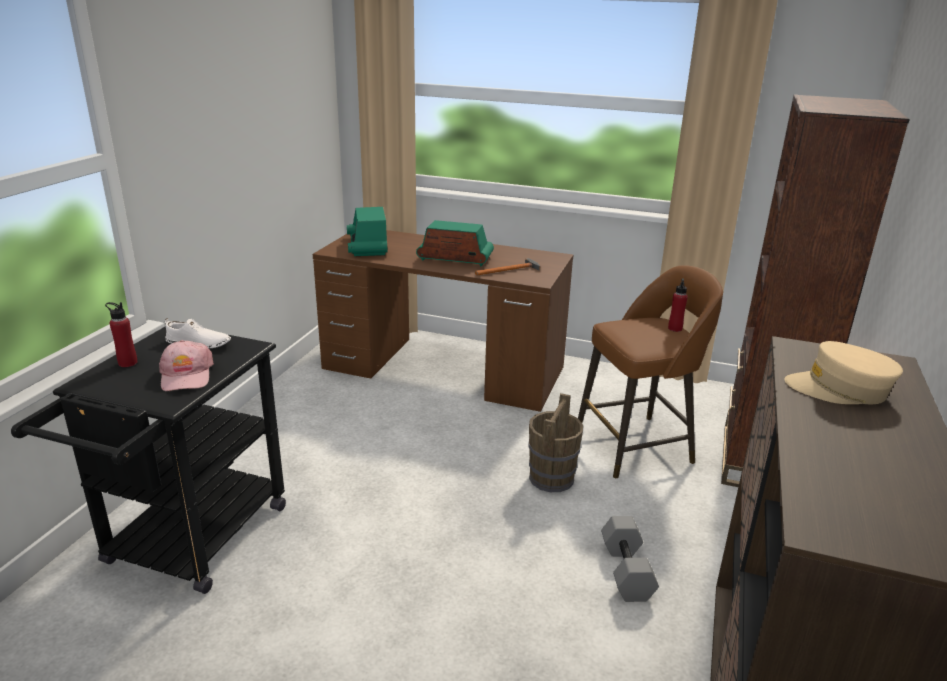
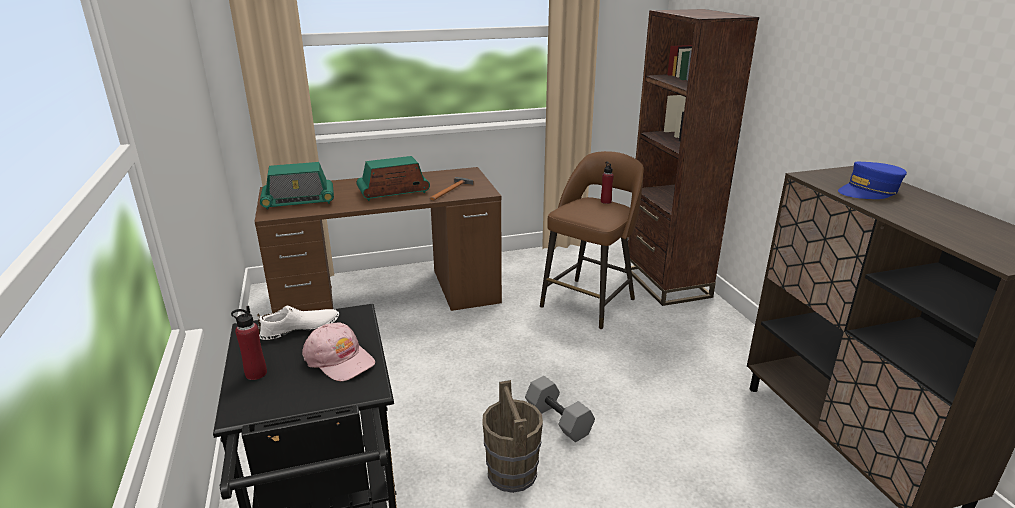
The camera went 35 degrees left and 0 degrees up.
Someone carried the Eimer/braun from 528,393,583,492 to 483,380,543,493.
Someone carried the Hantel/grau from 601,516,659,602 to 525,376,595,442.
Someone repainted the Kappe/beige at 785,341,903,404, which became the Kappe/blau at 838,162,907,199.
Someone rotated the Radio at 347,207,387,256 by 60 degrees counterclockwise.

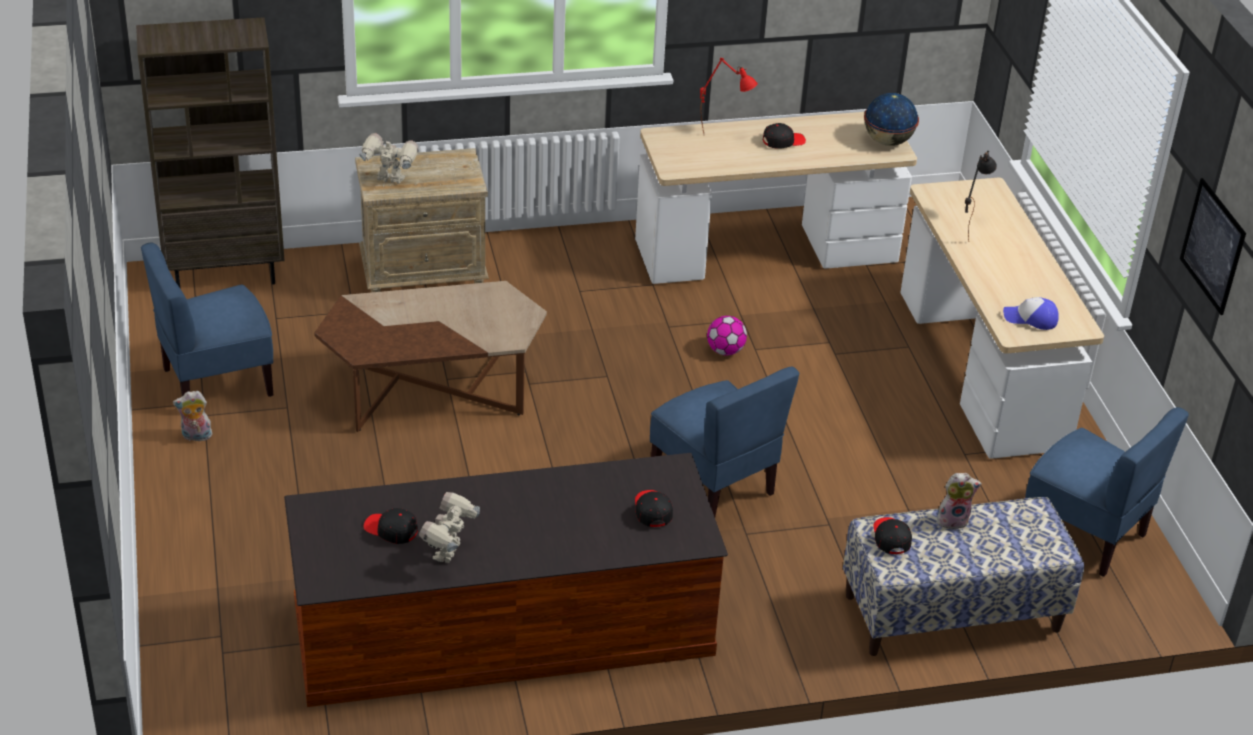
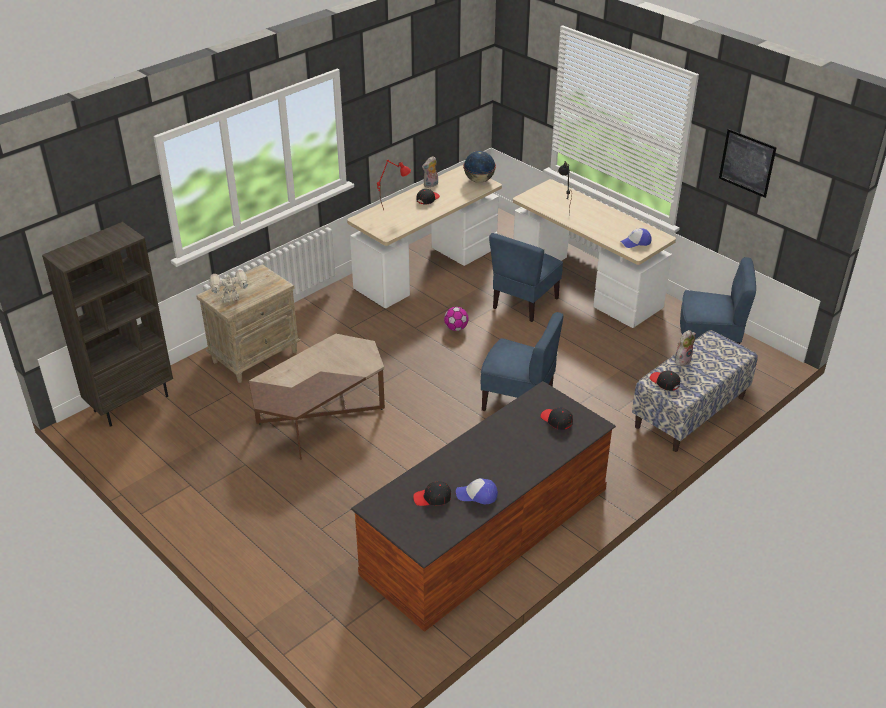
The camera went 30 degrees left and 0 degrees up.
Someone carried the Stuhl/blau from 141,243,273,397 to 489,233,563,322.
Someone carried the Plüschtier from 173,391,212,441 to 422,156,438,188.
Someone swapped the Spielzeugroboter at 419,492,480,563 for the Kappe at 456,478,498,504.

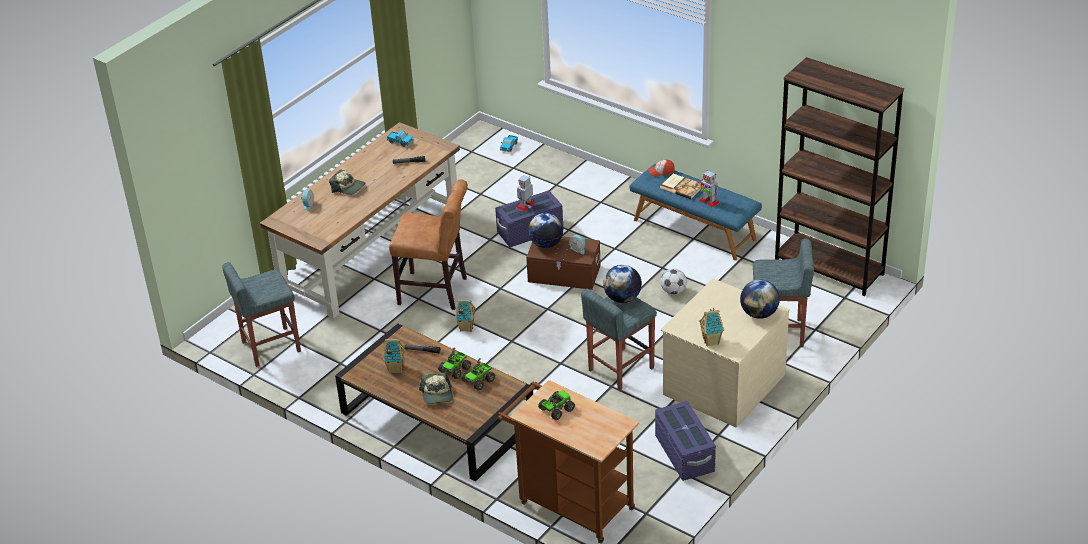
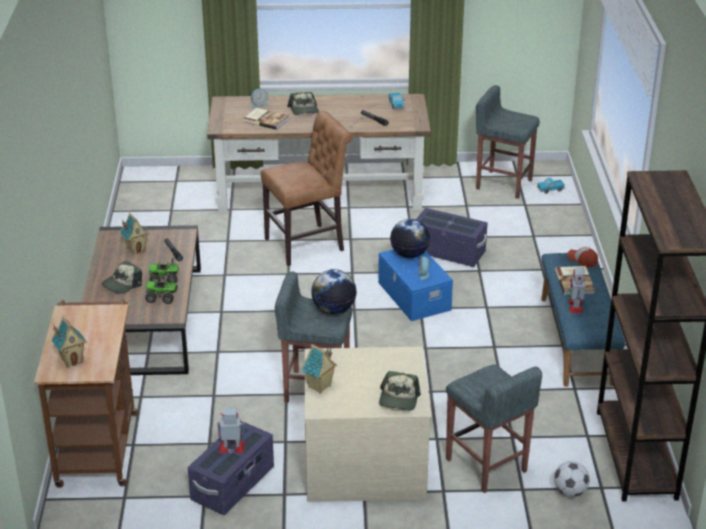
The camera went 50 degrees right and 5 degrees down.
Someone took away the Spielzeuglaster at 538,390,575,420.
Someone put down the Buch at 243,108,289,130.
Someone carried the Hocker/grau from 222,262,301,367 to 476,85,540,199.
Someone carried the Spielzeughaus from 455,300,476,332 to 52,316,87,368.
Someone carried the Spielzeugroboter from 517,175,535,211 to 217,408,245,453.
Someone carried the Fußball from 661,268,687,295 to 554,461,590,497.
Someone swapped the Globus at 740,280,780,319 for the Kappe at 379,371,421,411.
Someone repainted the Aufbewahrungsbox/braun at 526,236,601,290, which became the Aufbewahrungsbox/blau at 378,249,453,321.
Someone rotated the Stuhl/braun at 389,179,468,310 by 90 degrees counterclockwise.

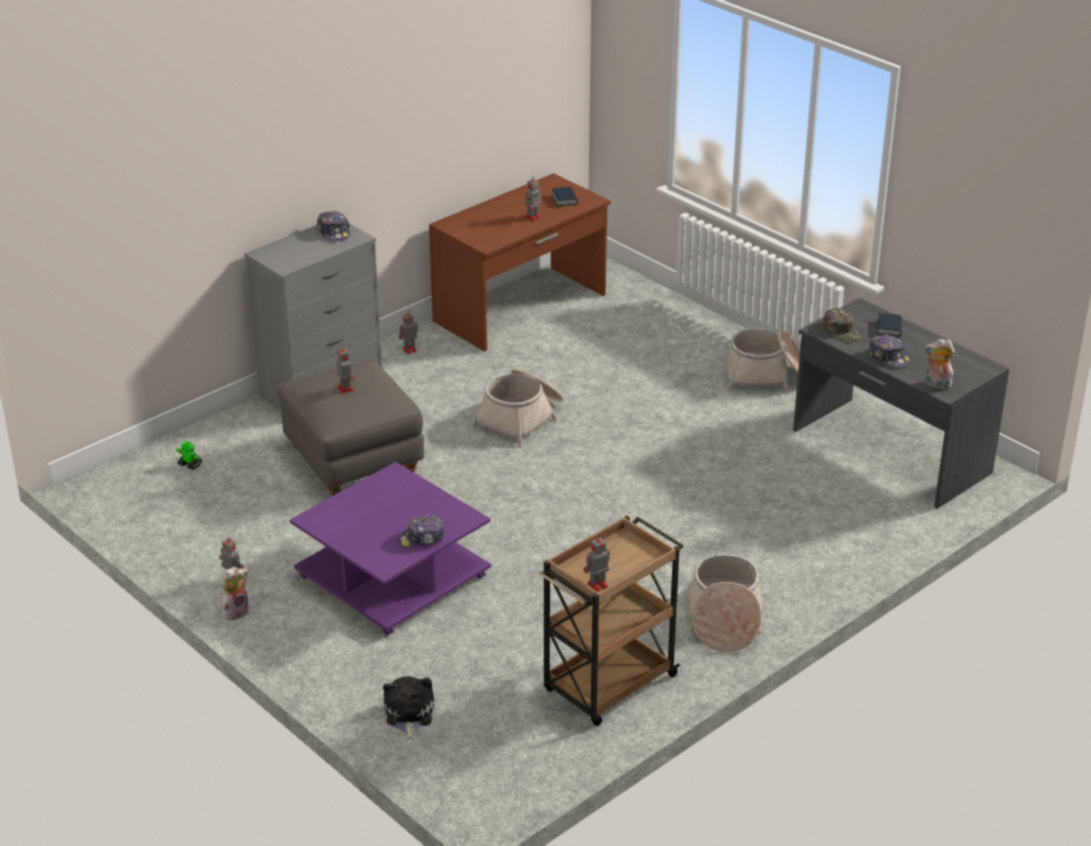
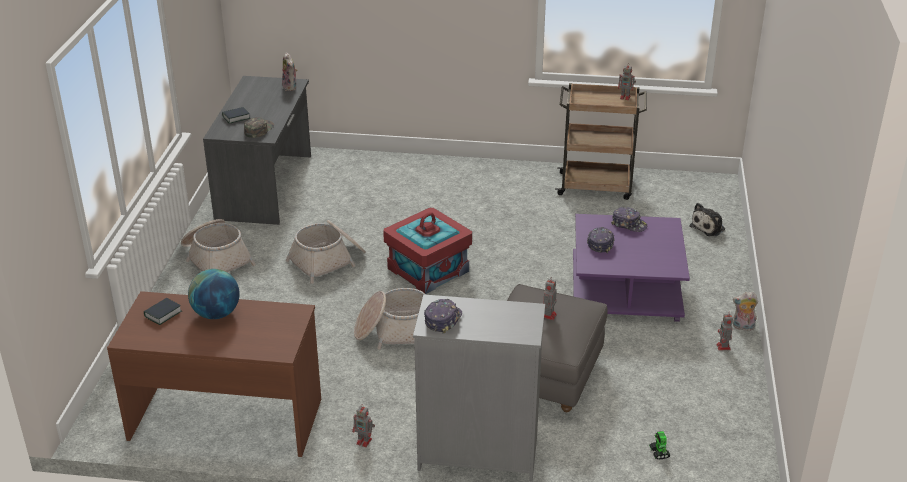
The camera went 130 degrees left and 0 degrees up.
Someone put down the Aufbewahrungsbox/rot at 383,208,472,294.
Someone carried the Korb from 688,554,762,652 to 286,220,366,284.
Someone carried the Kappe from 867,335,910,368 to 587,227,615,253.
Someone swapped the Spielzeugroboter at 525,176,543,221 for the Globus at 188,269,240,319.

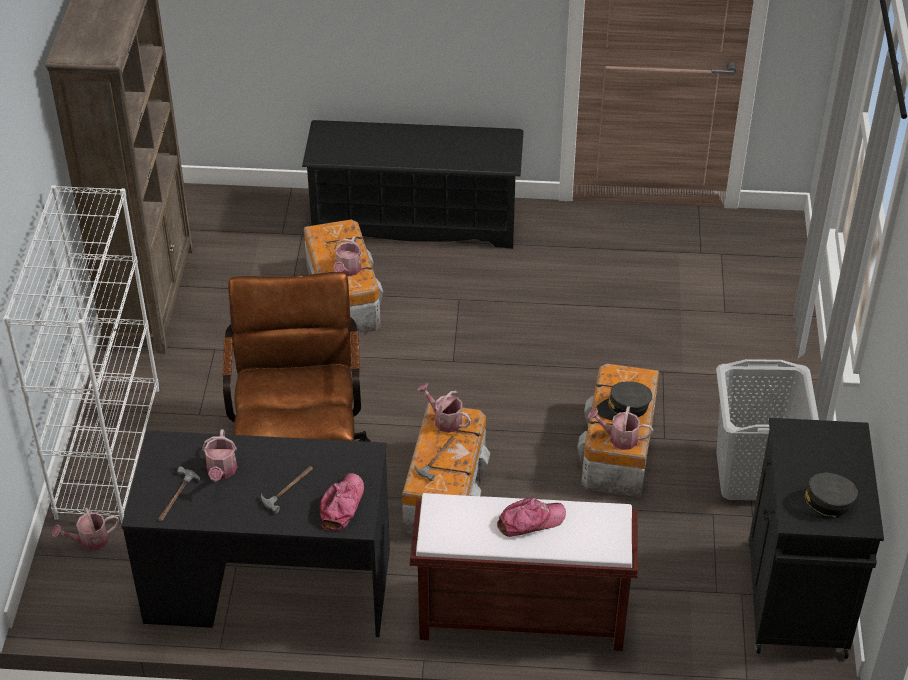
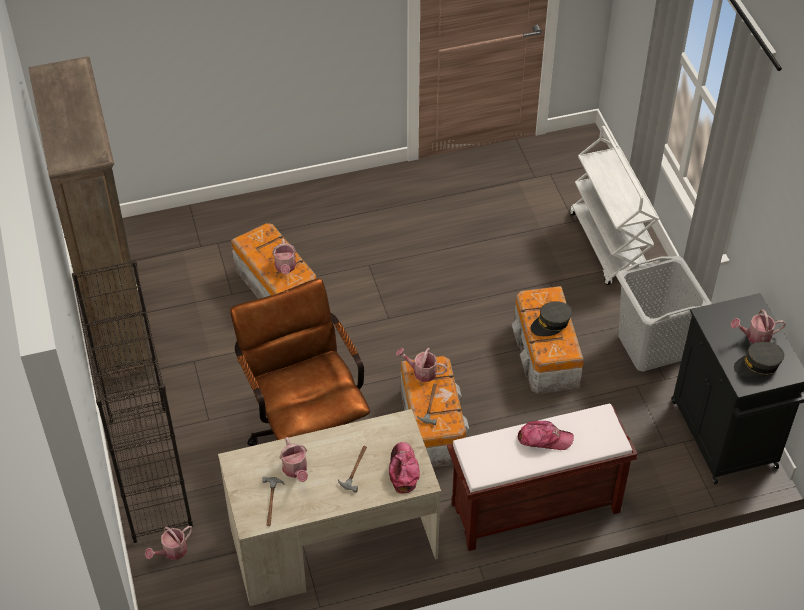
The camera went 20 degrees left and 5 degrees up.
Someone took away the Schuhregal/schwarz at 302,120,524,249.
Someone put down the Rollwagen/weiß at 570,126,659,285.
Someone carried the Gießkanne from 588,406,653,450 to 731,309,786,344.
Someone repainted the Bücherregal/weiß at 3,185,159,523, which became the Bücherregal/schwarz at 72,260,193,543.
Someone repainted the Schreibtisch/schwarz at 121,430,390,637, which became the Schreibtisch/beige at 218,409,441,606.
Someone rotated the Kappe at 497,498,566,537 by 45 degrees clockwise.

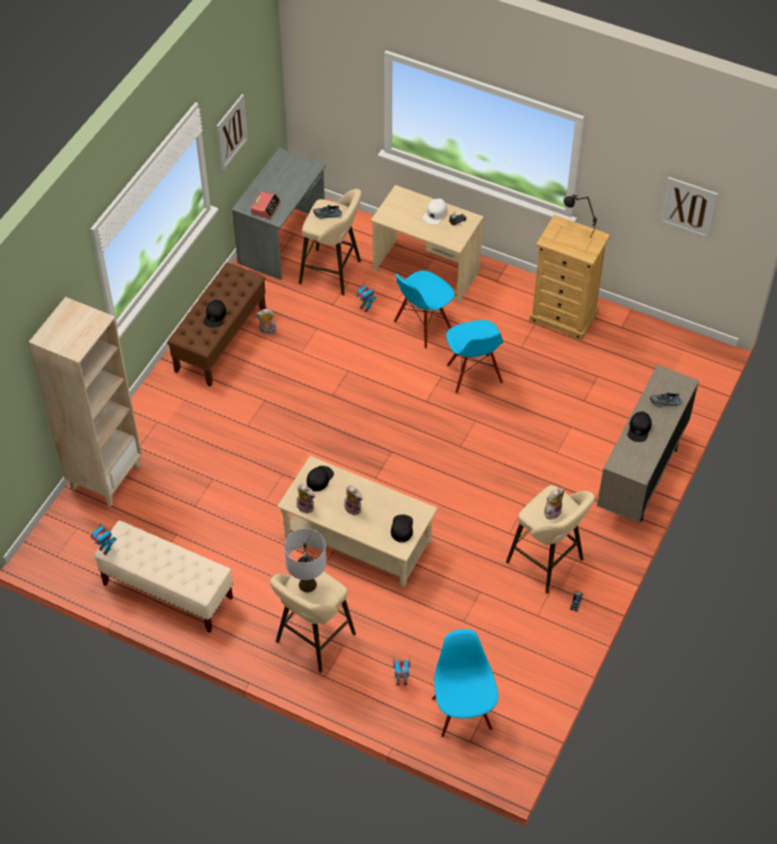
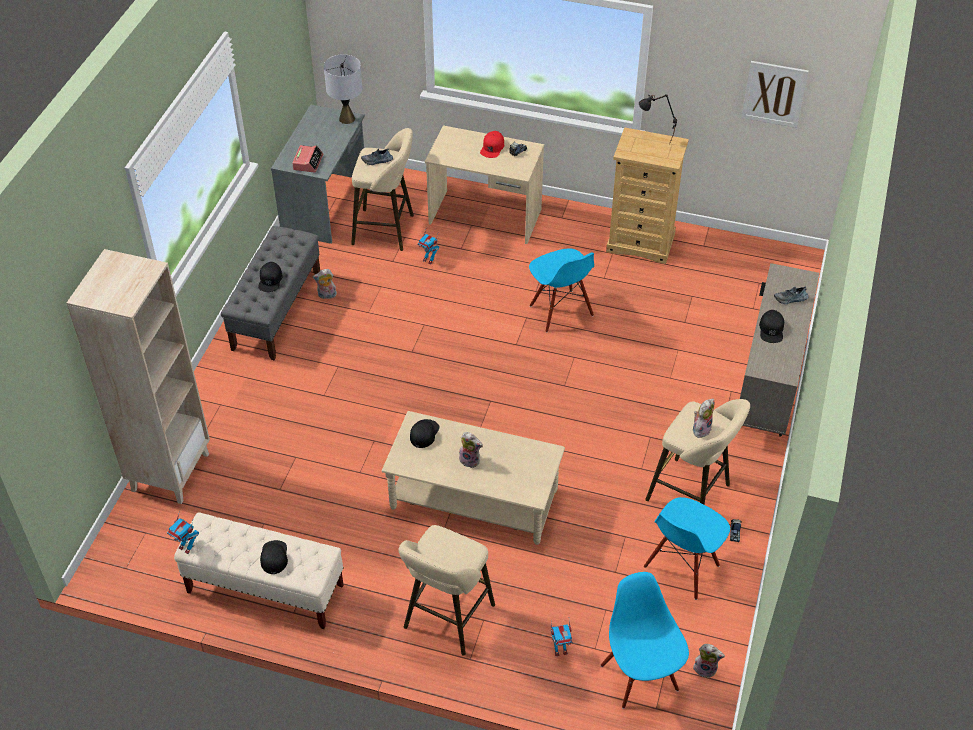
The camera went 10 degrees left and 5 degrees down.
Someone took away the Bild at 217,94,248,171.
Someone carried the Tischlampe/grau from 284,528,326,592 to 324,54,362,124.
Someone carried the Plüschtier from 297,484,316,514 to 693,644,725,678.
Someone carried the Kappe/schwarz from 391,514,413,542 to 260,540,288,574.
Someone carried the Stuhl/blau from 394,270,455,349 to 644,497,730,600.
Someone repainted the Bank/braun at 167,263,266,387, which became the Bank/grau at 221,226,320,361.
Someone repainted the Kappe/weiß at 423,199,447,225, which became the Kappe/rot at 480,131,504,158.

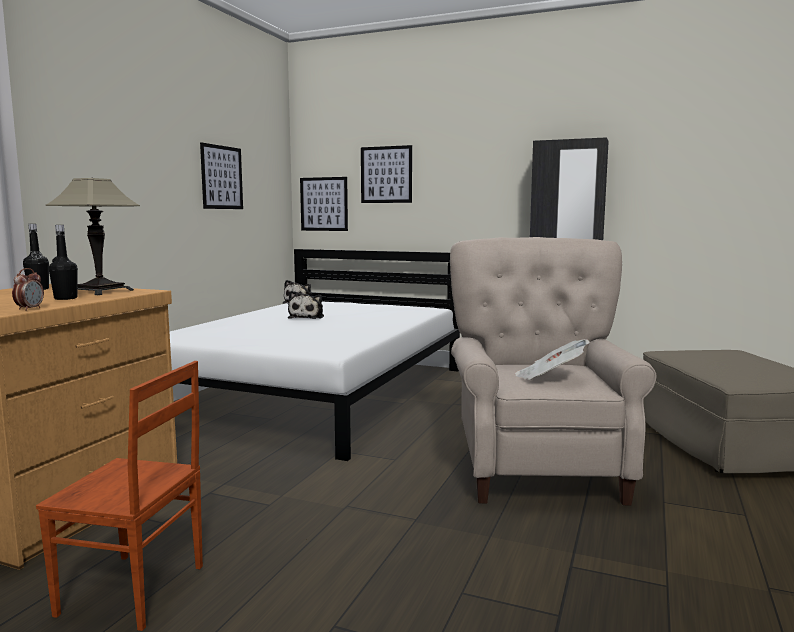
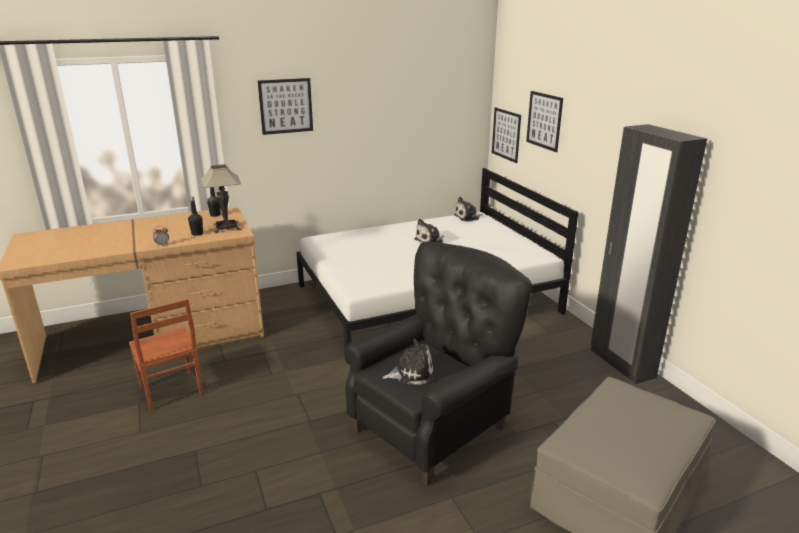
The camera went 45 degrees right and 15 degrees up.
Someone carried the Bild from 200,142,243,209 to 258,78,313,135.
Someone swapped the Zeitung at 515,339,590,380 for the Plüschtier at 382,339,434,385.
Someone repainted the Sessel/beige at 450,237,656,506, which became the Sessel/schwarz at 345,241,532,486.

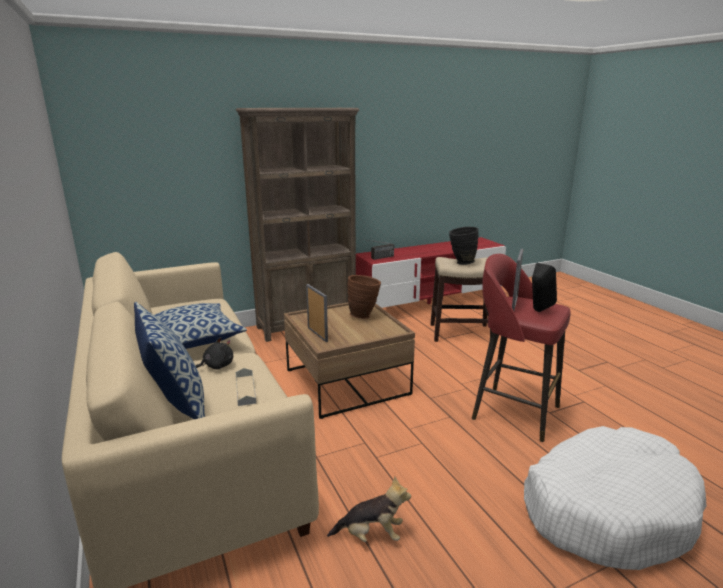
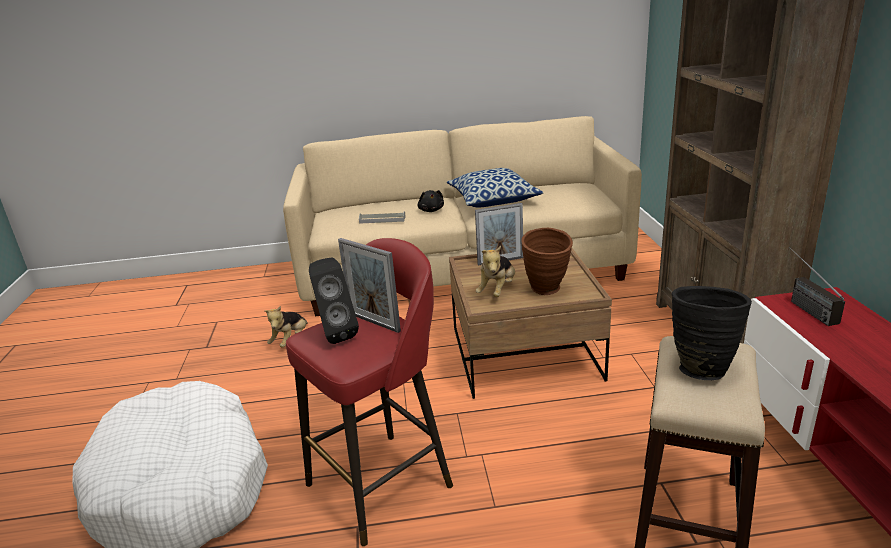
The camera went 110 degrees right and 5 degrees up.
Someone took away the Kissen at 134,302,205,419.
Someone put down the Plüschtier at 476,246,515,297.

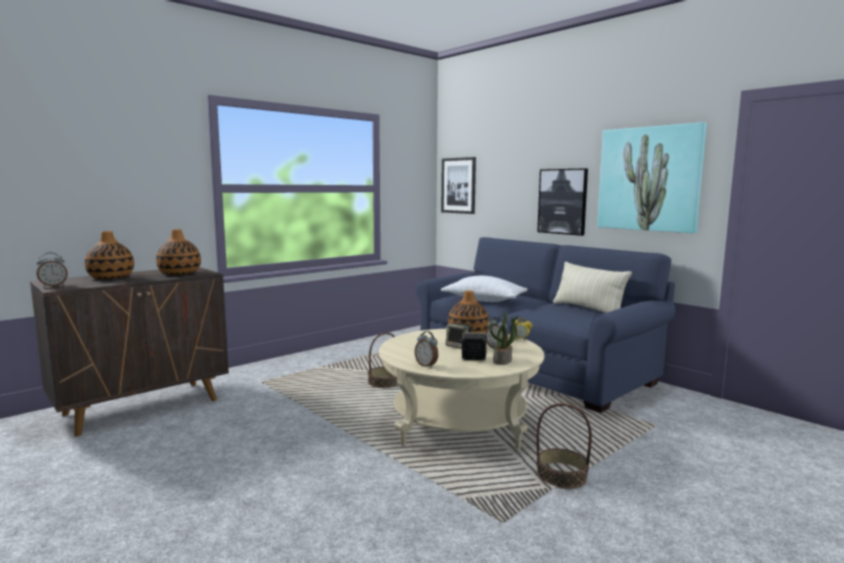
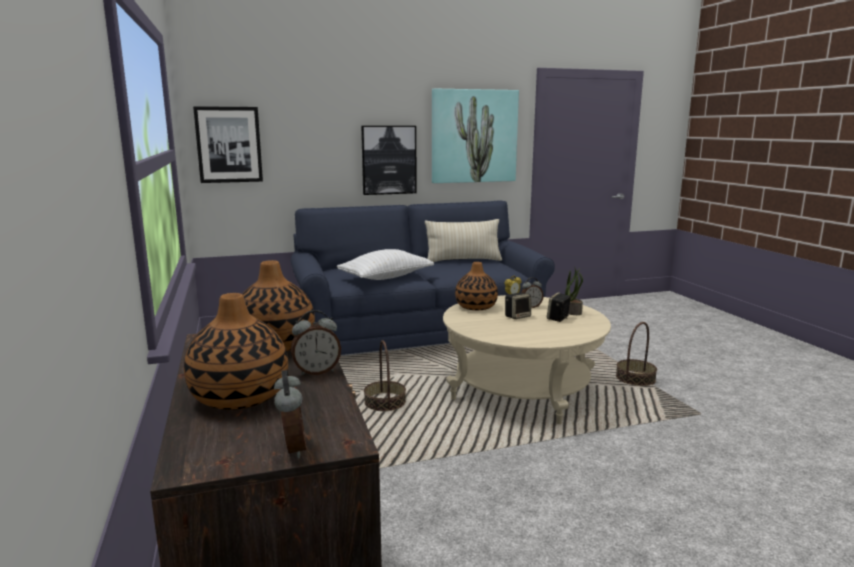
The camera went 65 degrees left and 5 degrees up.
Someone carried the Wecker from 415,331,438,368 to 291,310,341,376.

